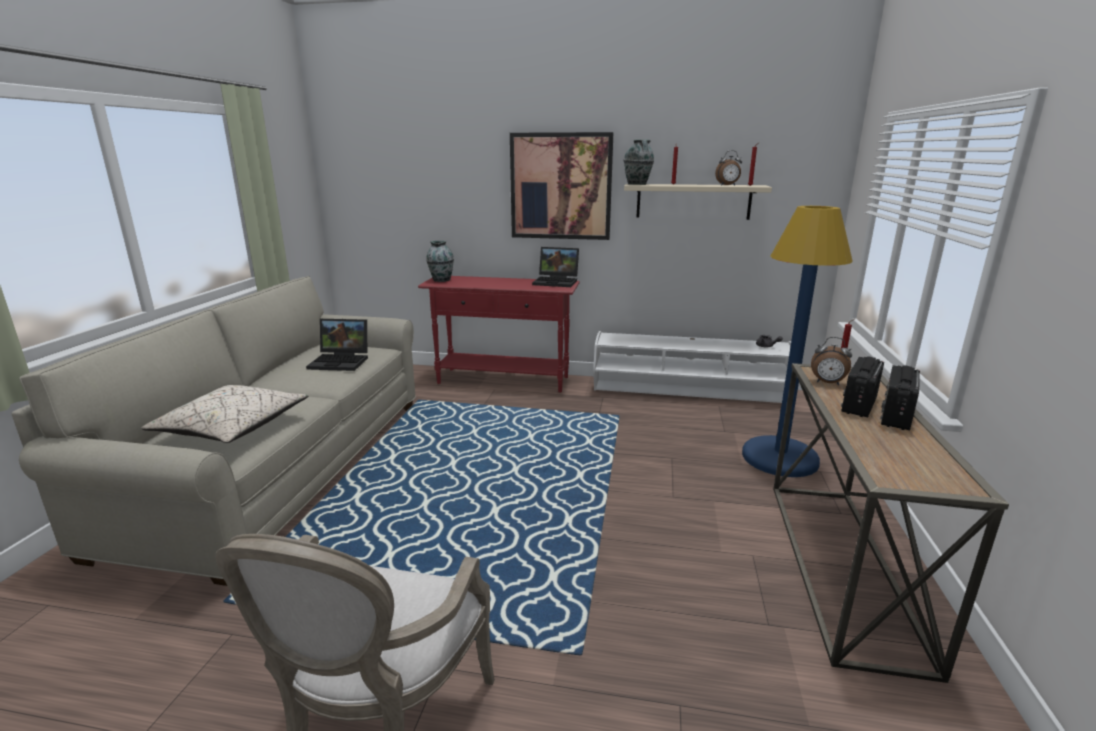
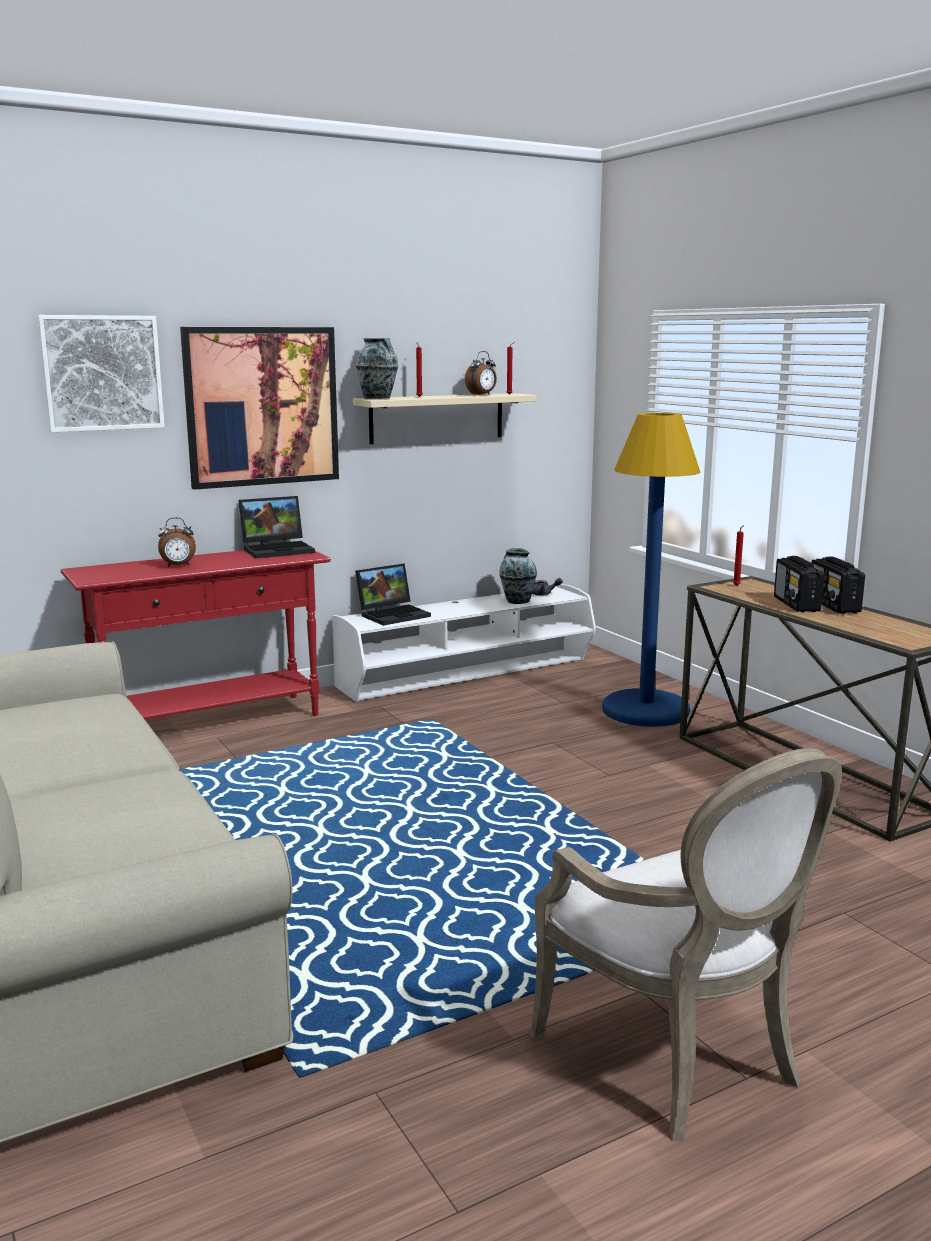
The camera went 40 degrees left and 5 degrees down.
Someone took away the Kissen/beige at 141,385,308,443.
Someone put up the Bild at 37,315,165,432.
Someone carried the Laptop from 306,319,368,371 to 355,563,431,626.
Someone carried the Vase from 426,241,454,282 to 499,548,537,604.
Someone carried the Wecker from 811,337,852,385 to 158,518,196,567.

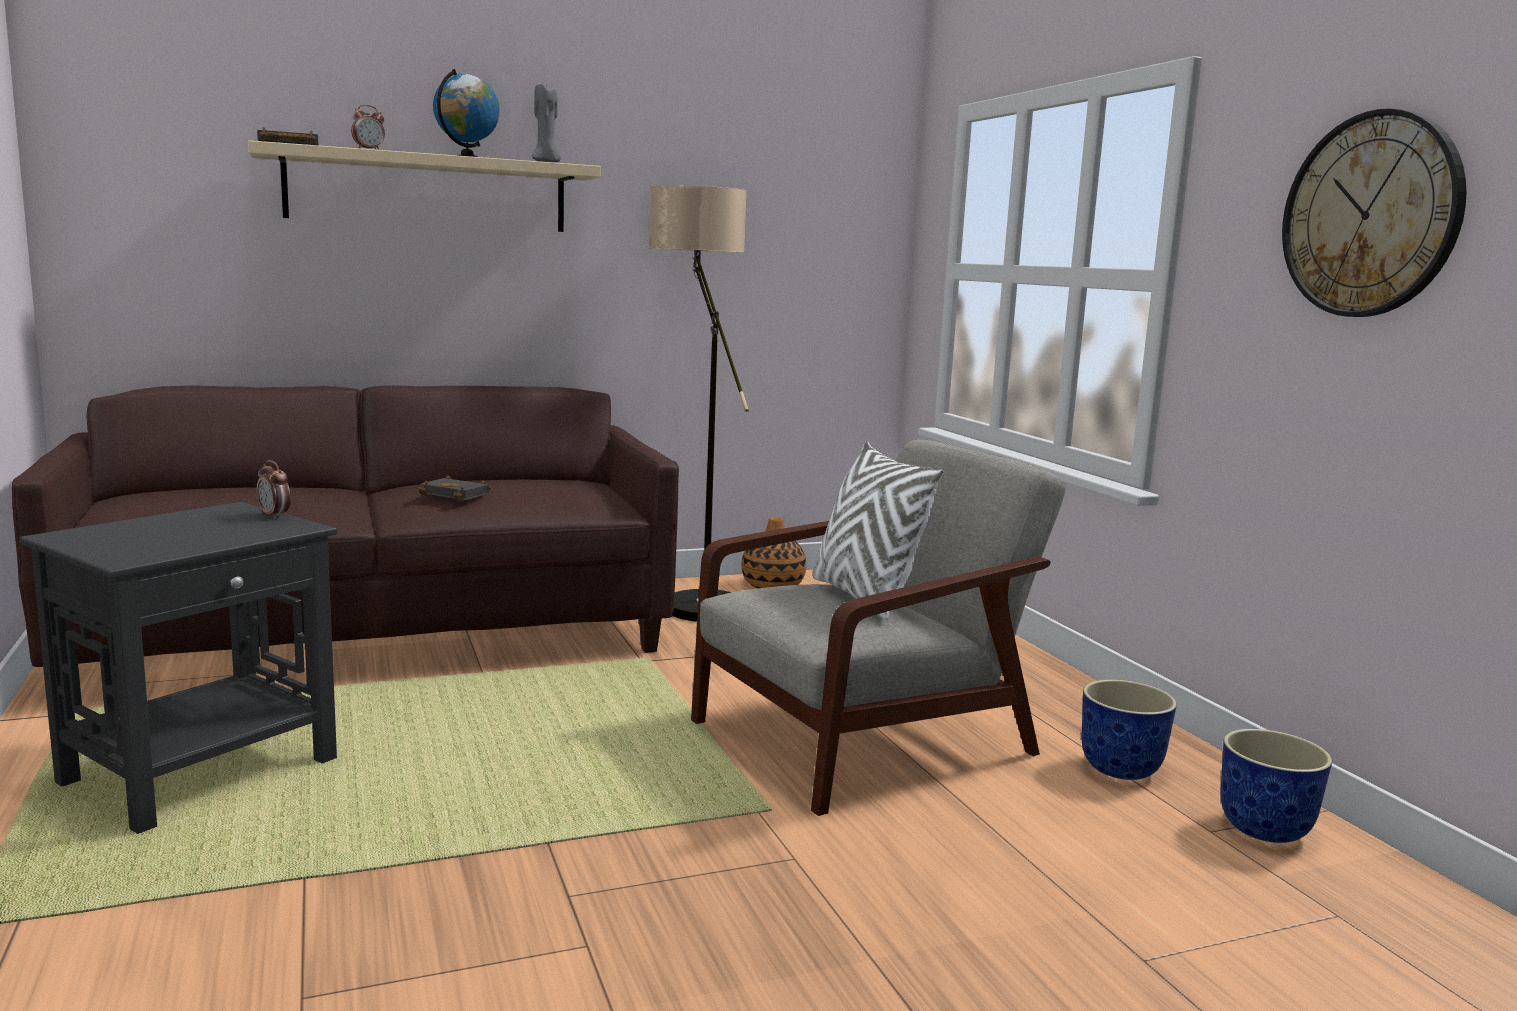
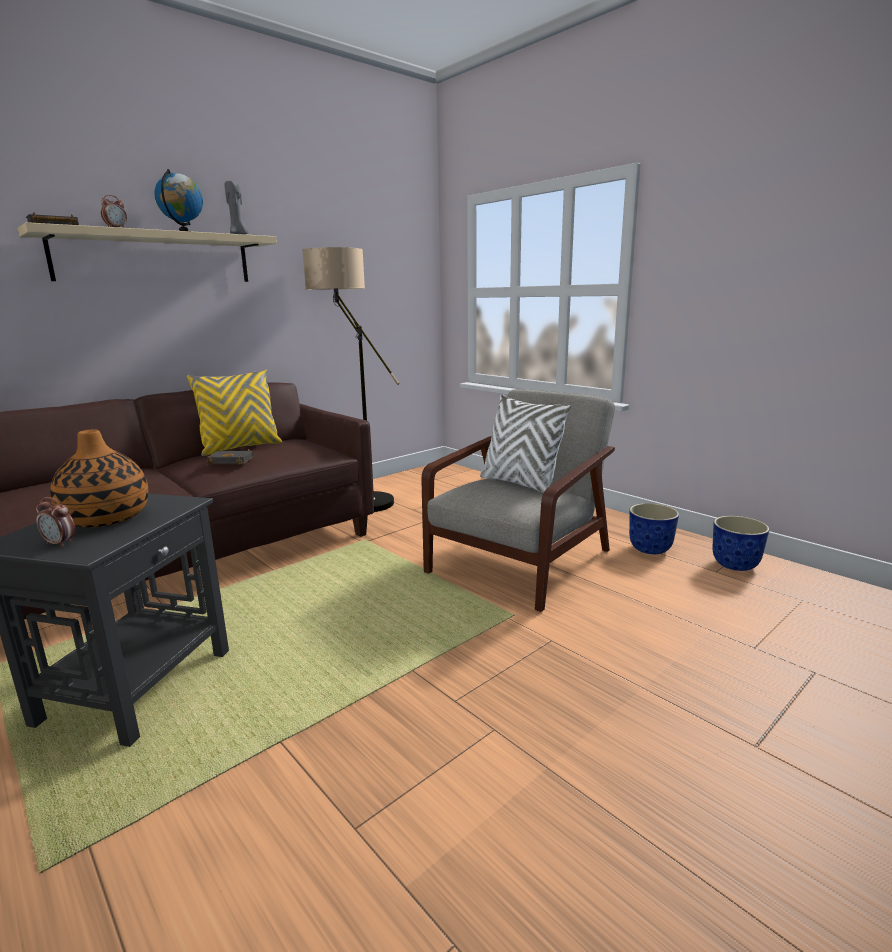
The camera went 20 degrees left and 5 degrees up.
Someone took away the Wanduhr at 1282,109,1466,317.
Someone put down the Kissen/gelb at 187,370,282,456.
Someone carried the Wecker from 257,460,291,519 to 36,497,75,547.
Someone carried the Vase from 742,517,806,588 to 50,429,148,528.

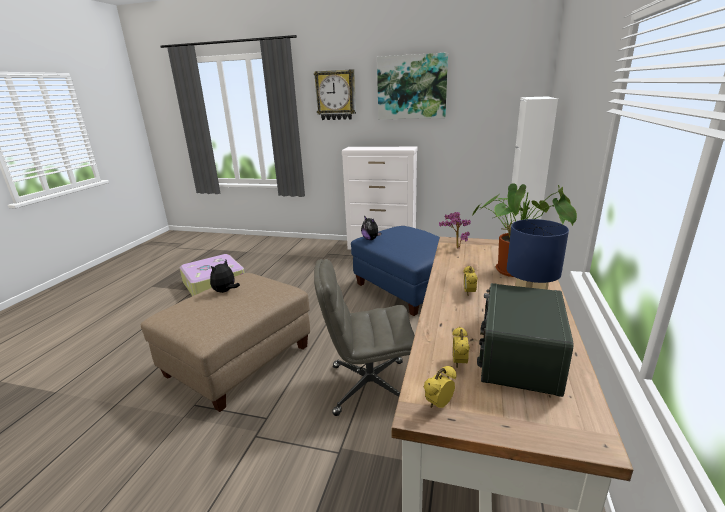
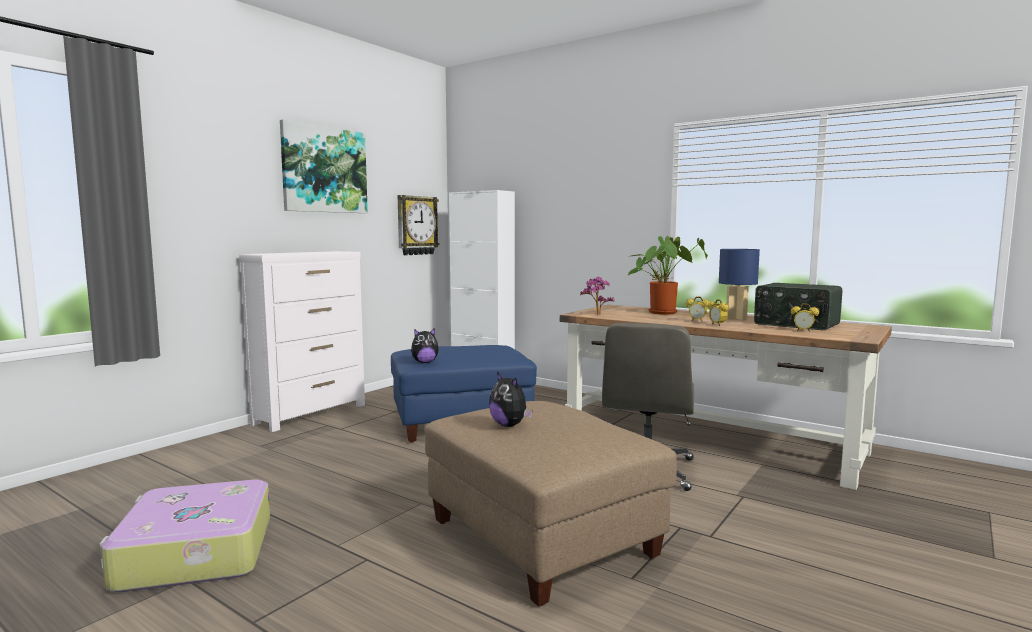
The camera went 70 degrees left and 15 degrees down.
Someone carried the Wanduhr from 314,69,356,120 to 398,195,439,255.
Someone carried the Wecker from 424,366,457,408 to 708,299,729,326.

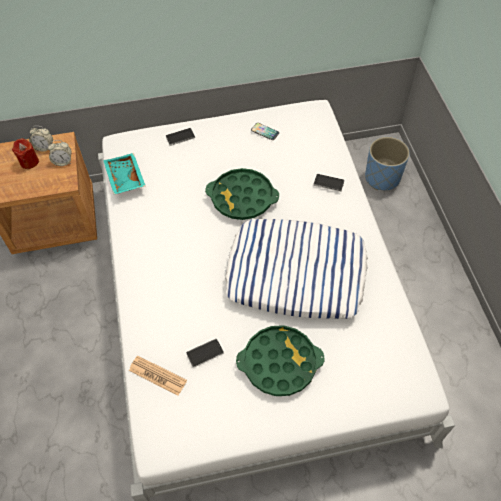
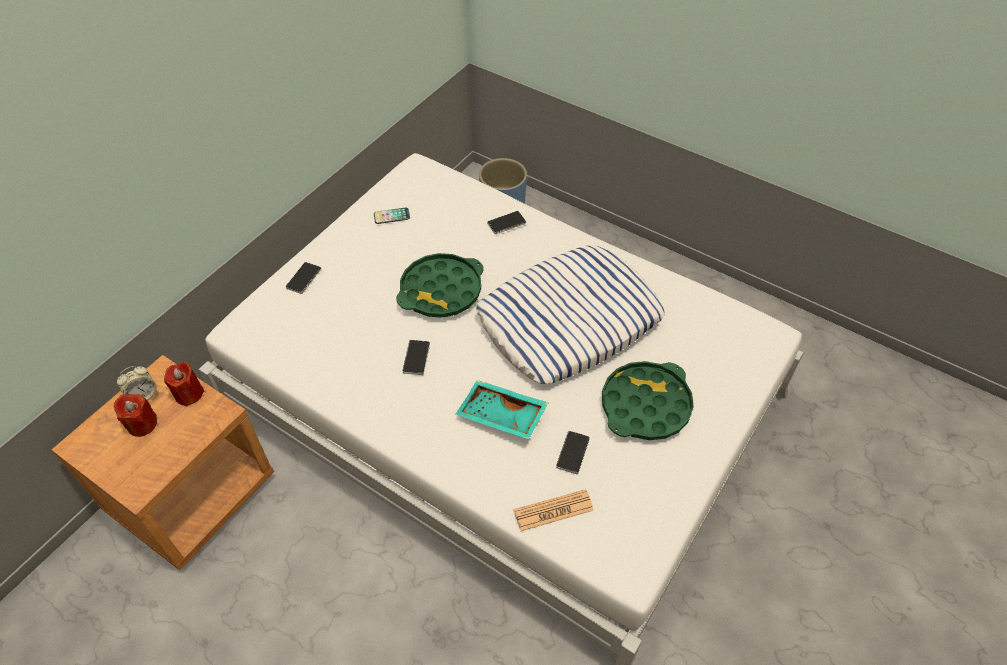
The camera went 45 degrees left and 5 degrees down.
Someone put down the Handy at 403,340,430,375.
Someone carried the Tablett/türkis from 103,153,145,195 to 456,380,548,440.
Someone swapped the Wecker at 48,140,72,166 for the Kerze/rot at 164,362,204,407.

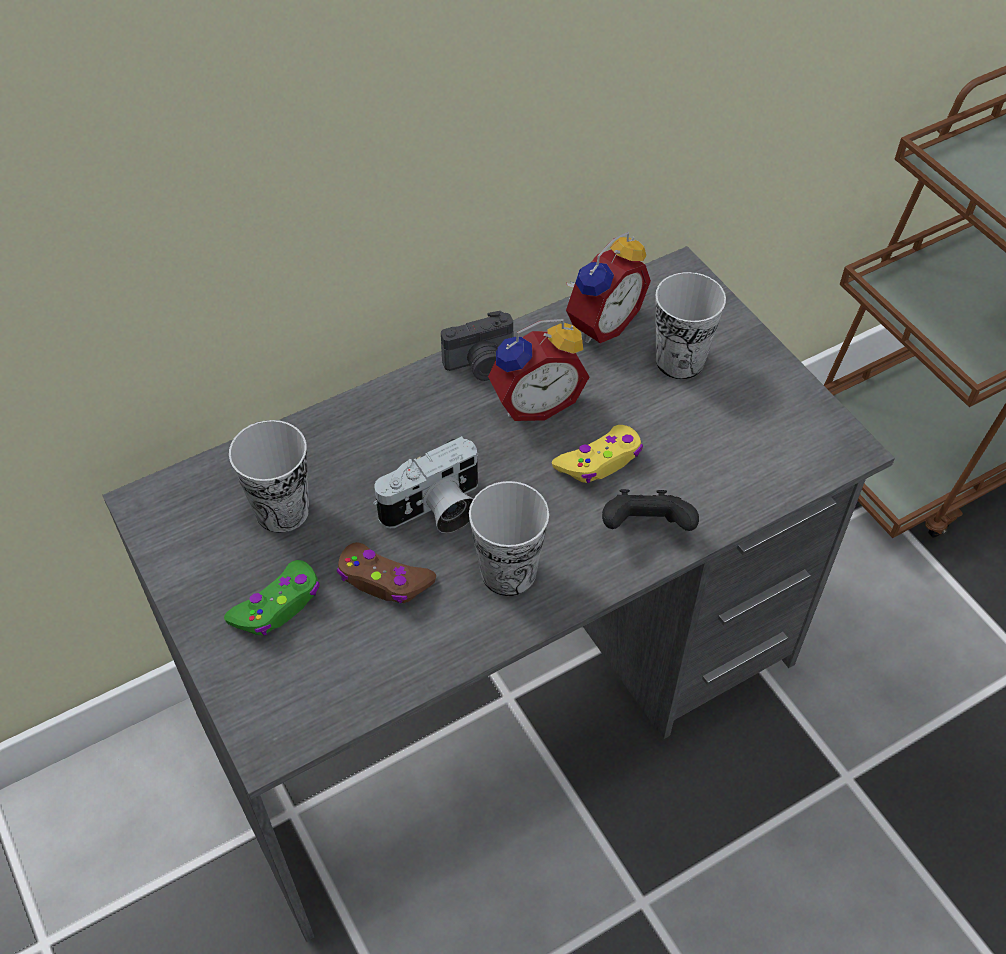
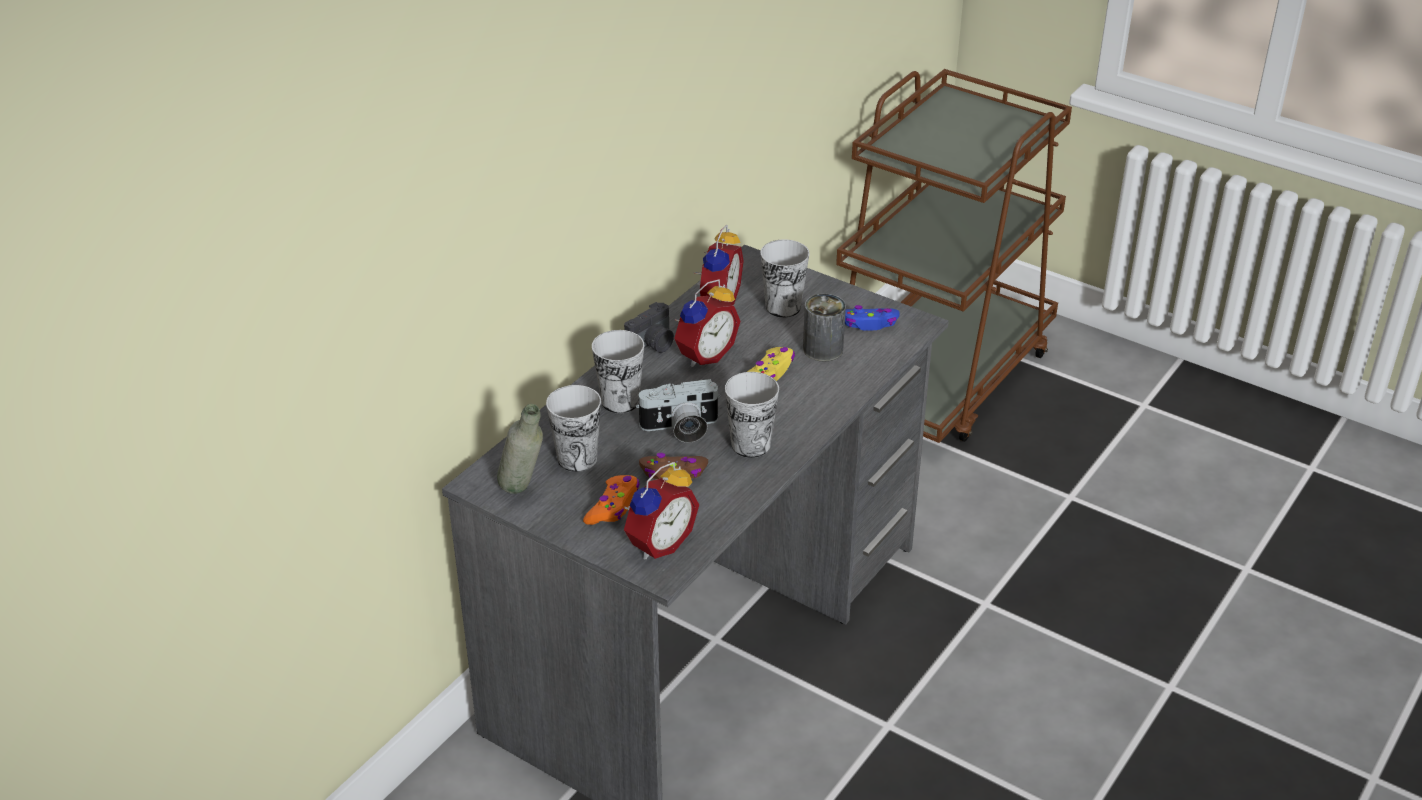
The camera went 25 degrees left and 15 degrees down.
Someone took away the Gamepad/schwarz at 602,489,699,531.
Someone put down the Flasche/grau at 497,404,543,494.
Someone put down the Tasse at 592,330,644,414.
Someone put down the Wecker at 624,462,699,559.
Someone put down the Dose at 803,293,846,362.
Someone put down the Gamepad/blau at 845,305,900,331.
Someone repainted the Gamepad/grün at 224,560,320,635, which became the Gamepad/orange at 583,475,639,525.
Someone rotated the Kamera at 373,436,479,533 by 45 degrees clockwise.

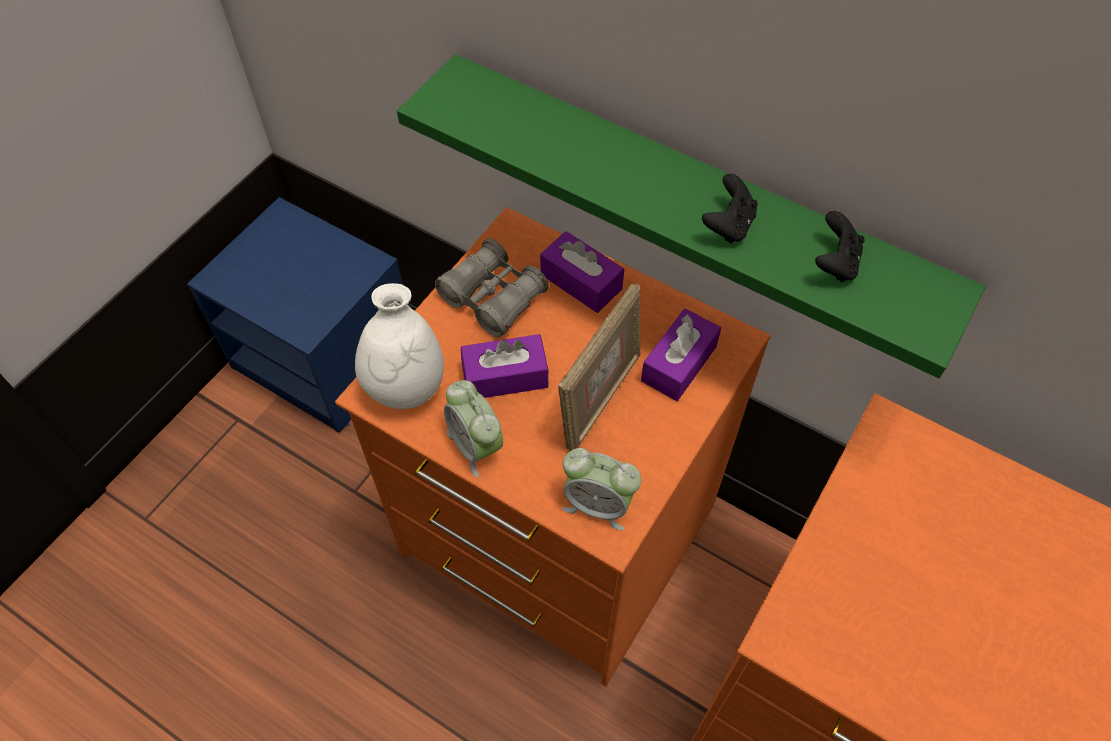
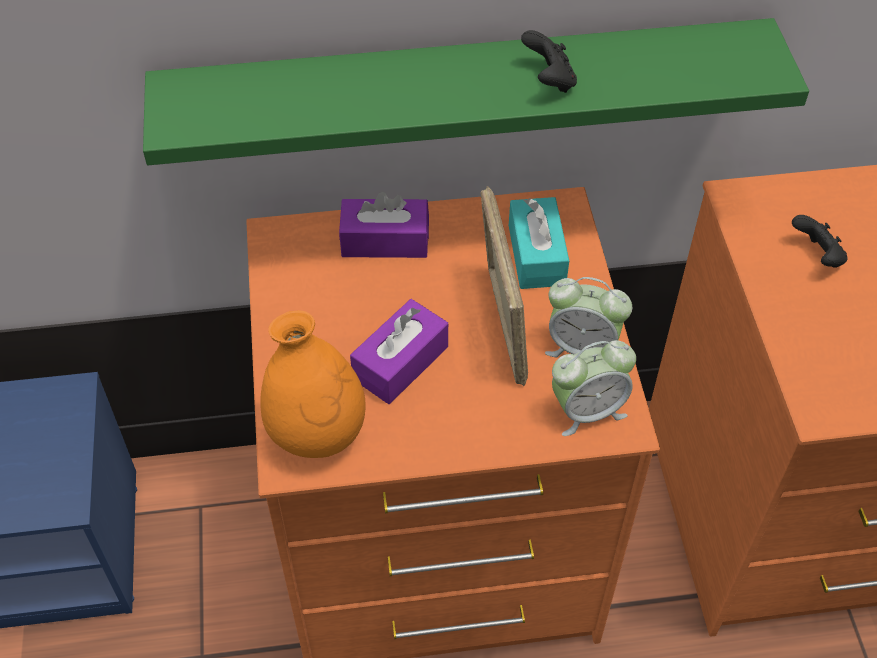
The camera went 40 degrees left and 5 degrees down.
Someone took away the Fernglas/grau at 435,238,549,337.
Someone carried the Wecker from 444,380,503,477 to 545,277,632,357.
Someone carried the Gamepad/schwarz from 815,211,865,282 to 792,215,848,268.
Someone repainted the Vase/weiß at 355,283,444,409, which became the Vase/orange at 260,310,366,458.
Someone repainted the Taschentuchbox/lila at 641,308,721,401, which became the Taschentuchbox/türkis at 509,197,569,289.

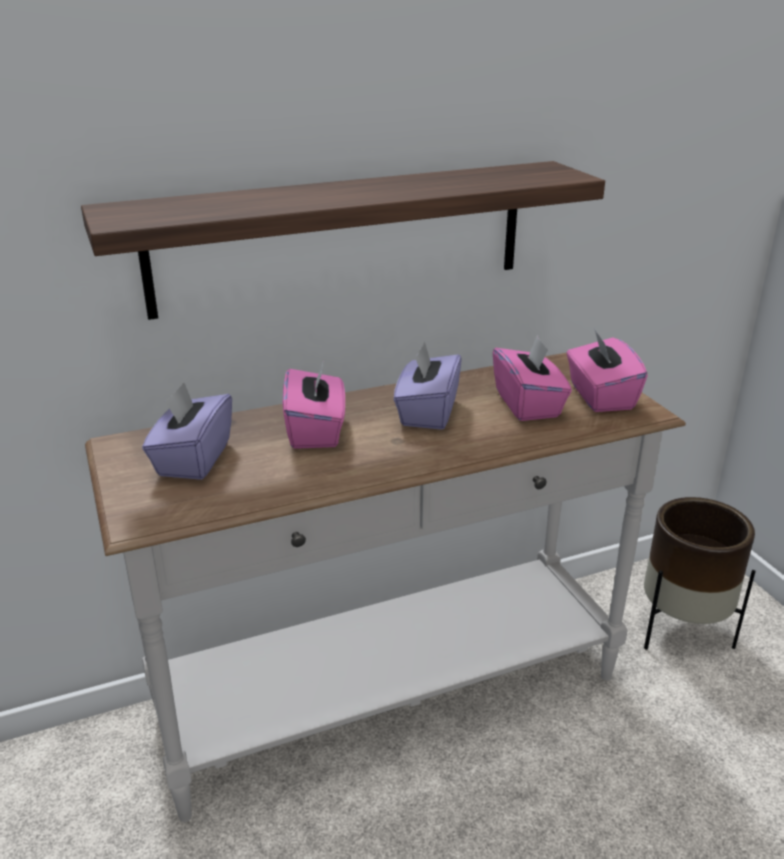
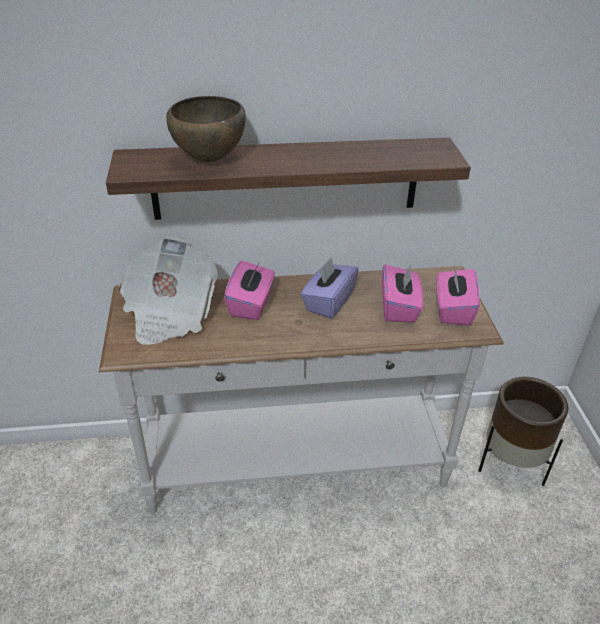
The camera went 15 degrees right and 10 degrees up.
Someone put down the Schüssel/braun at 166,96,246,162.
Someone swapped the Taschentuchbox/lila at 142,382,232,480 for the Zeitung at 119,236,218,345.

